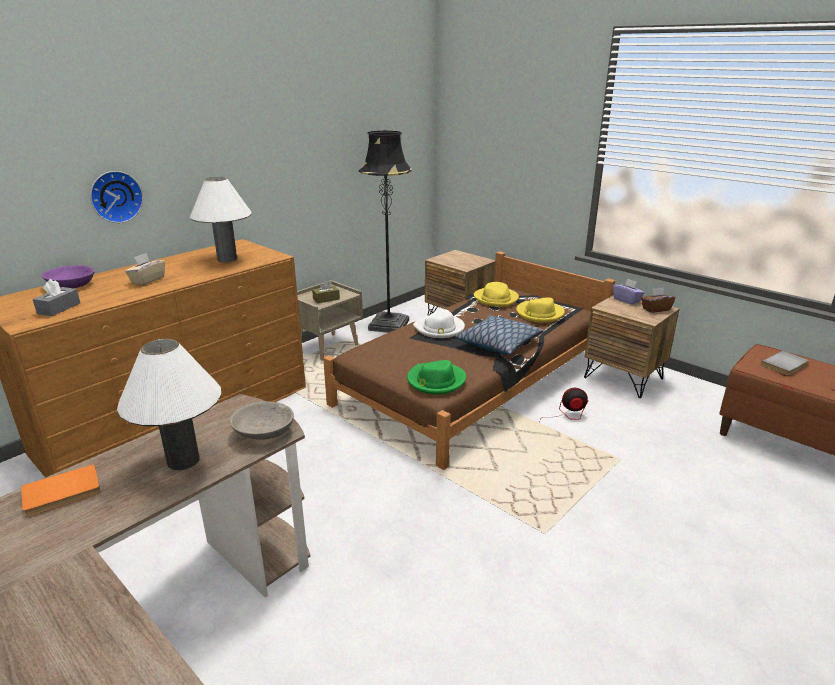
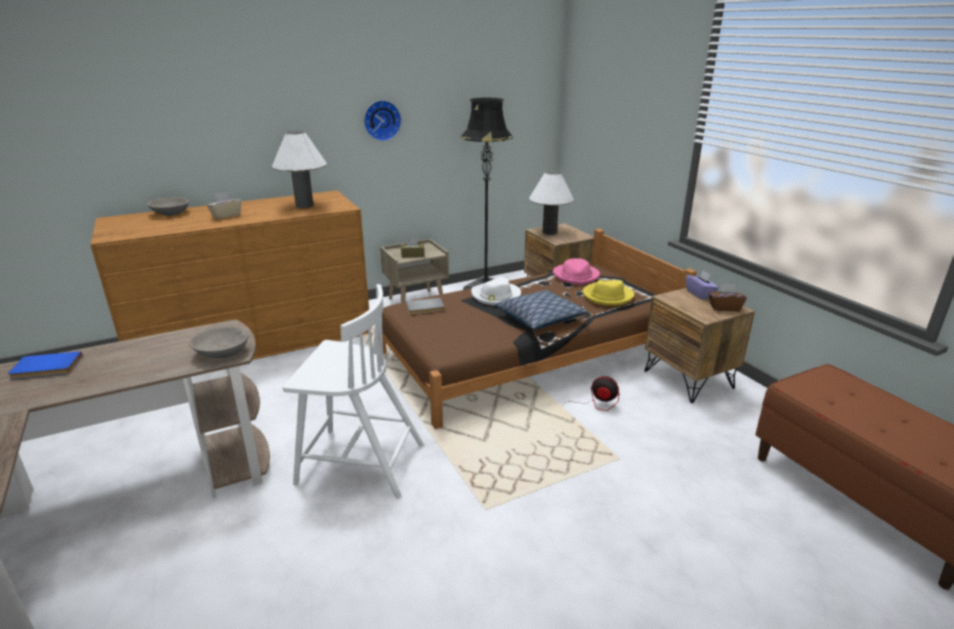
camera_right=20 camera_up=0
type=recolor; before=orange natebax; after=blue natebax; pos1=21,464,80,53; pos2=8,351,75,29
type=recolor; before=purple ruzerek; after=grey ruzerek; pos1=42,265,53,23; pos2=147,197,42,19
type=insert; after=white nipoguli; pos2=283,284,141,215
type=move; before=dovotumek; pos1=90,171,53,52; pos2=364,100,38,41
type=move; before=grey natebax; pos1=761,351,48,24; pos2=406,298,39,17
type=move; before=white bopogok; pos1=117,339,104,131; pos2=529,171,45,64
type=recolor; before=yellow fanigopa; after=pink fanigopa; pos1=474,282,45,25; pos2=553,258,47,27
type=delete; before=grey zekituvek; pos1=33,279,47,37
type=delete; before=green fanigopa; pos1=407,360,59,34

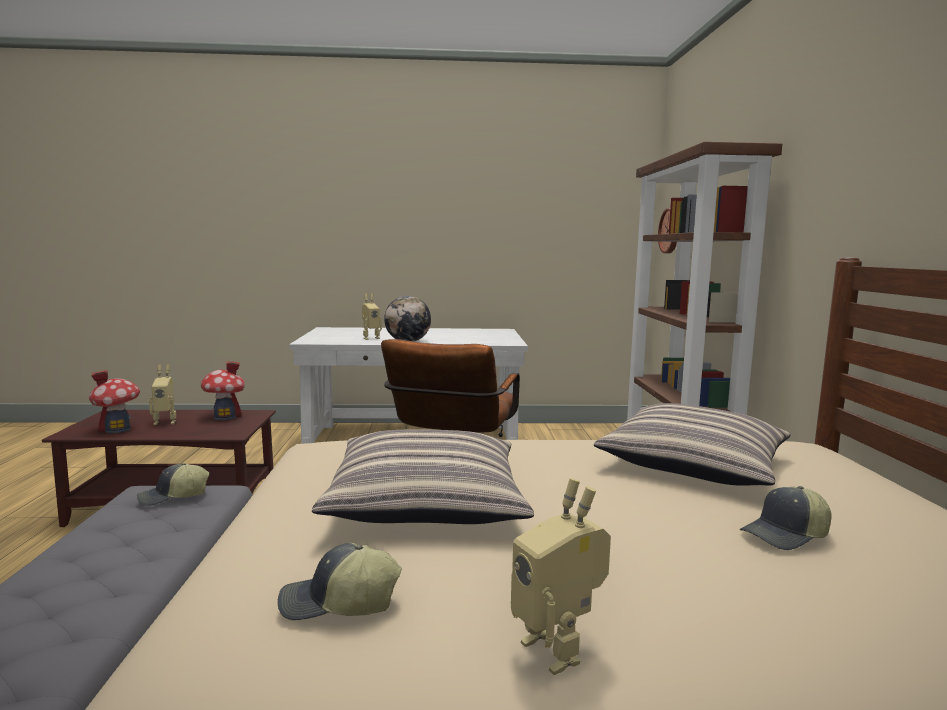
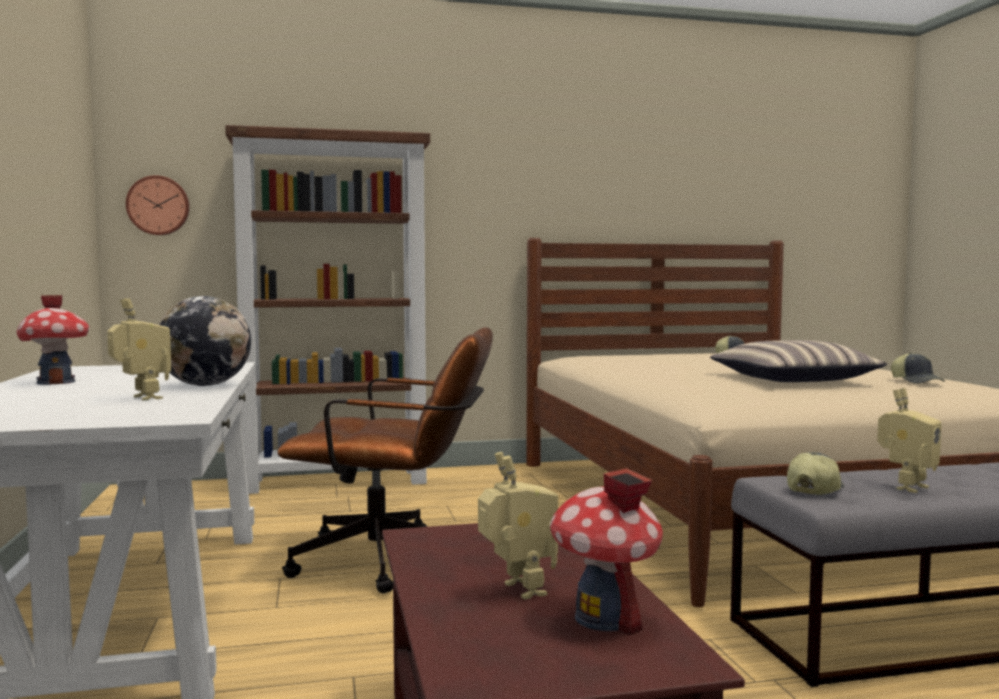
camera_right=-100 camera_up=-5
type=move; before=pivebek; pos1=200,361,45,59; pos2=17,295,72,90
type=rotate; before=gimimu; pos1=137,463,72,43; pos2=787,452,57,43; turn=-105
type=move; before=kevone; pos1=511,478,100,197; pos2=877,388,65,105
type=delete; before=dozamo; pos1=594,403,197,82

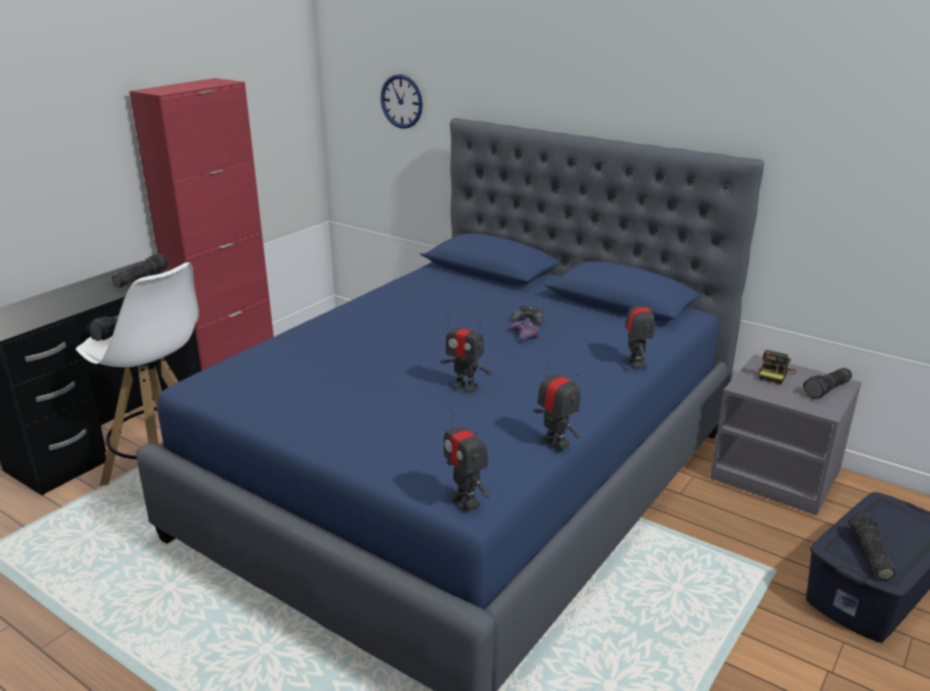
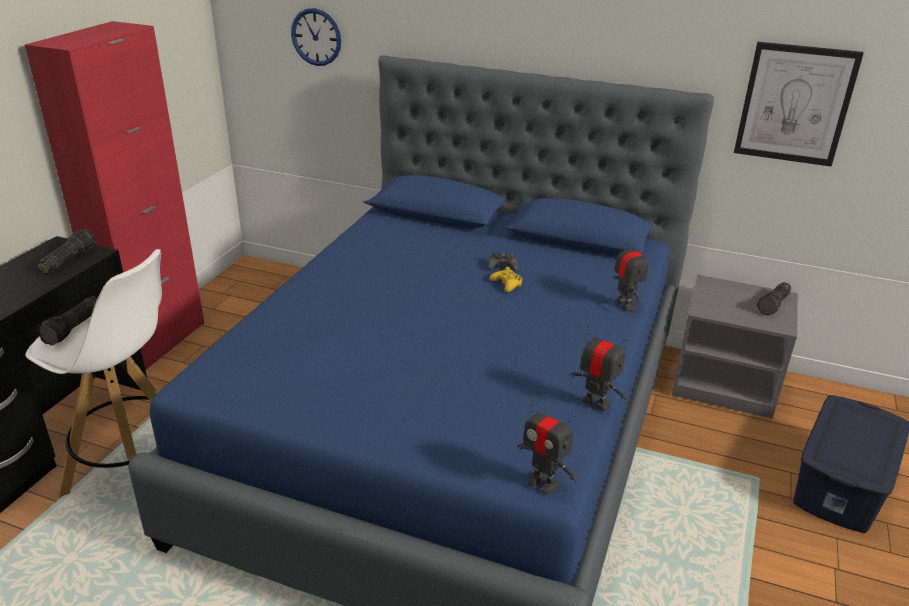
camera_right=-15 camera_up=5
type=recolor; before=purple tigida; after=yellow tigida; pos1=509,318,30,23; pos2=490,267,32,25
type=insert; after=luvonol; pos2=734,42,130,124
type=delete; before=kevone; pos1=440,314,52,79
type=delete; before=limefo; pos1=757,350,40,34
type=delete; before=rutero; pos1=849,512,47,68

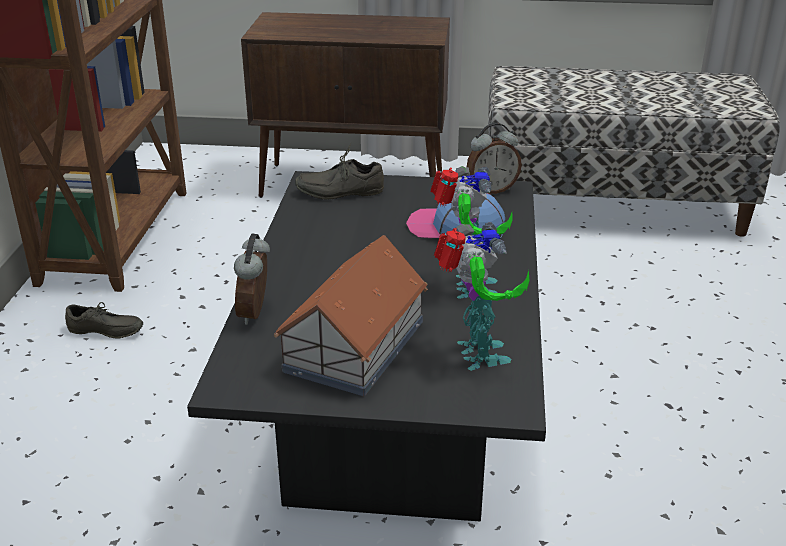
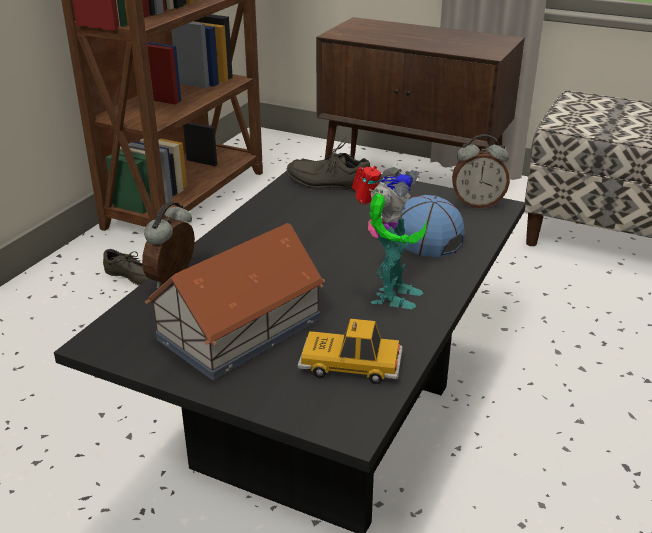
camera_right=20 camera_up=0
type=replace; before=kevone; after=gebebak; pos1=434,222,96,149; pos2=298,319,105,65

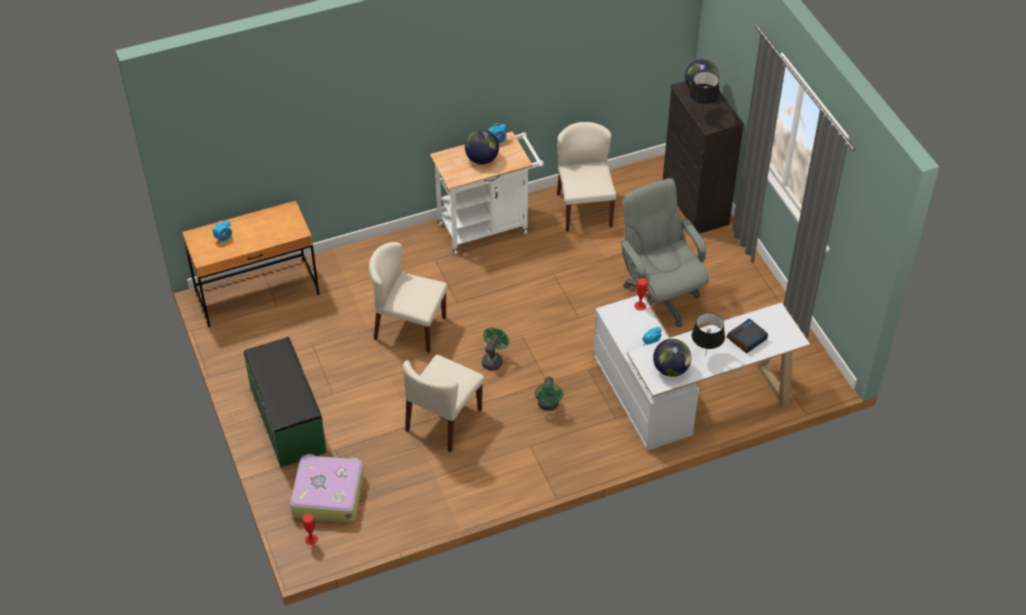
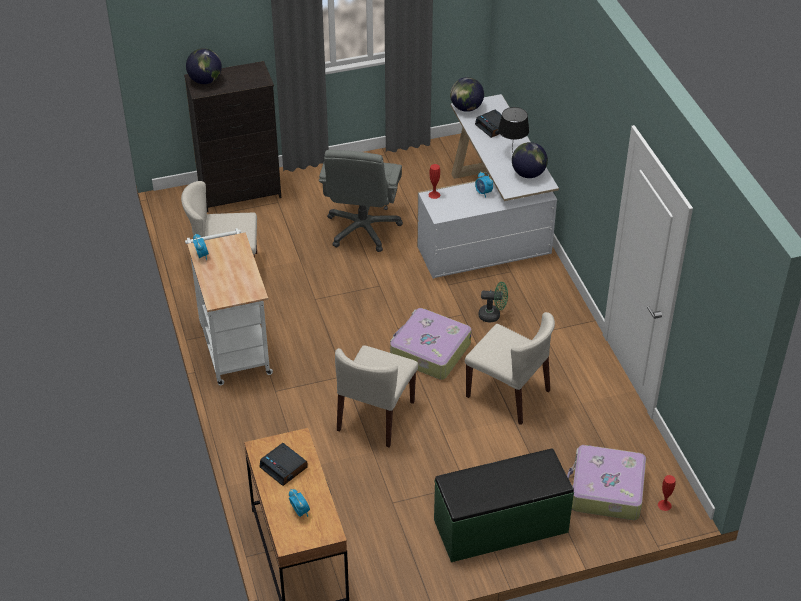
camera_right=-85 camera_up=-5
type=insert; after=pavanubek; pos2=259,443,49,43
type=rotate; before=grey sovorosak; pos1=619,178,90,149; pos2=319,150,84,102; turn=-60
type=replace; before=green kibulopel; after=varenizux; pos1=482,327,27,43; pos2=390,308,81,72
type=move; before=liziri; pos1=465,130,34,34; pos2=450,77,34,35
type=delete; before=black bopogok; pos1=689,71,31,43

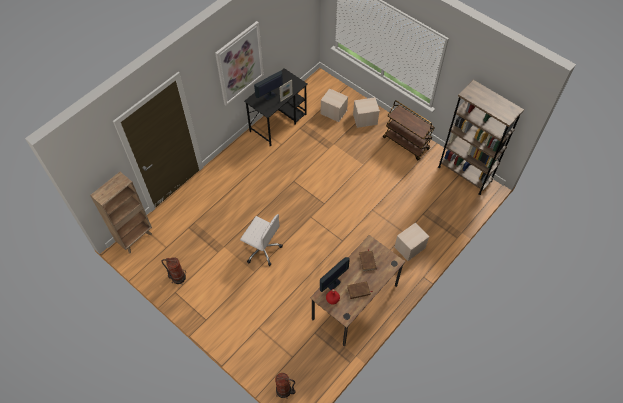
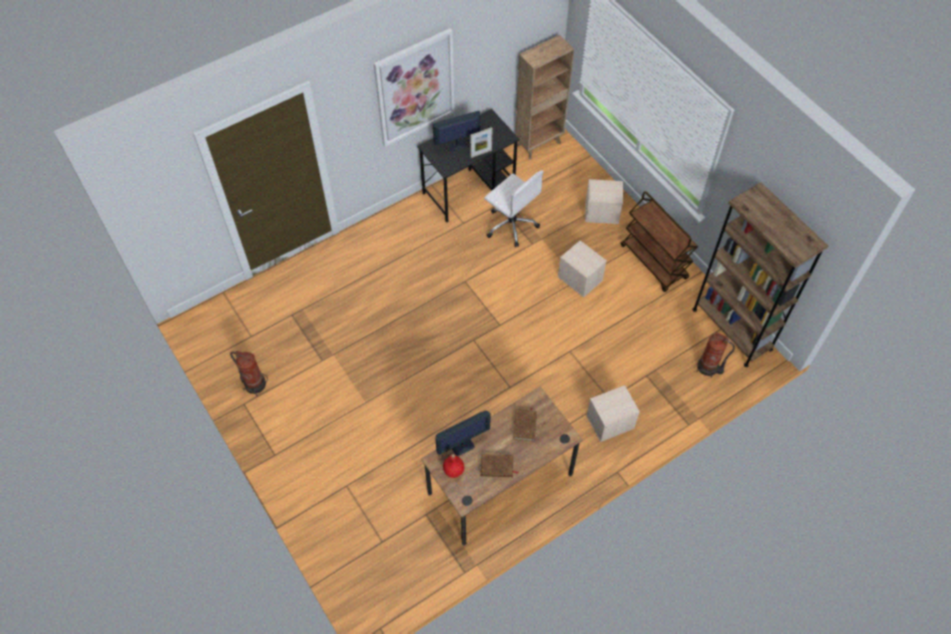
camera_right=15 camera_up=0
type=move; before=white sovorosak; pos1=240,214,43,52; pos2=484,170,60,77
type=move; before=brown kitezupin; pos1=90,172,62,81; pos2=515,35,59,125
type=move; before=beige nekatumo; pos1=320,88,28,34; pos2=558,240,49,57
type=move; before=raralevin; pos1=275,373,20,26; pos2=697,332,38,45

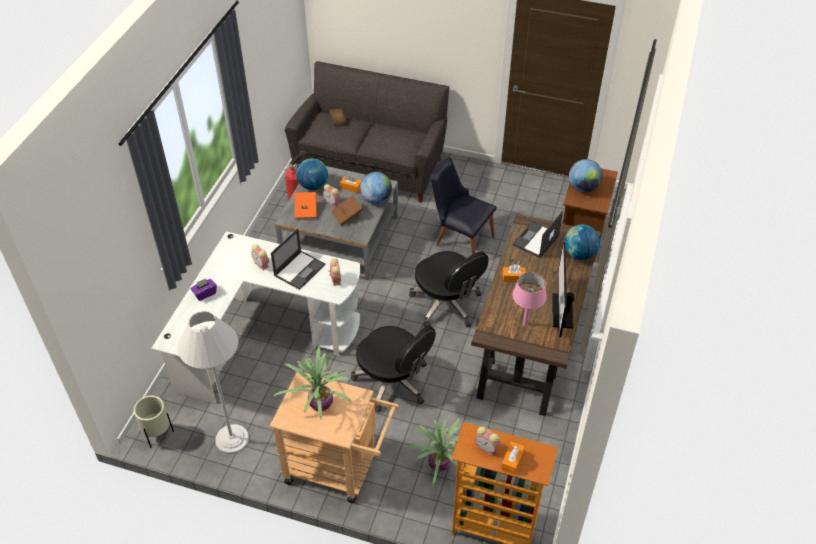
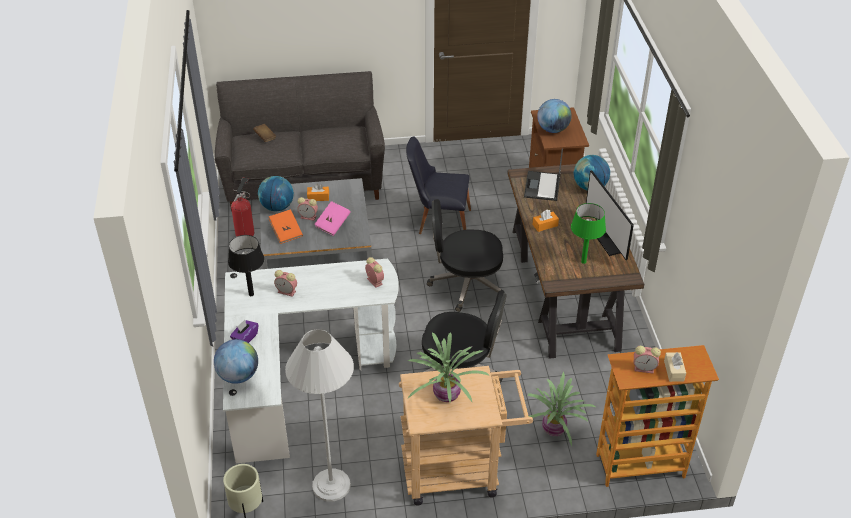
camera_right=-25 camera_up=-5
type=move; before=liziri; pos1=360,172,32,32; pos2=214,339,44,45
type=insert; after=black bopogok; pos2=228,235,36,61
type=recolor; before=brown natebax; after=pink natebax; pos1=331,195,32,31; pos2=314,201,37,35
type=rotate; before=black sovorosak; pos1=409,251,80,77; pos2=427,199,77,113; turn=150
type=recolor; before=pink bopogok; after=green bopogok; pos1=512,272,35,54; pos2=571,203,35,61
type=recolor; before=orange zekituvek; after=beige zekituvek; pos1=501,442,24,33; pos2=664,352,22,30
type=delete; before=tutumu; pos1=271,229,54,61

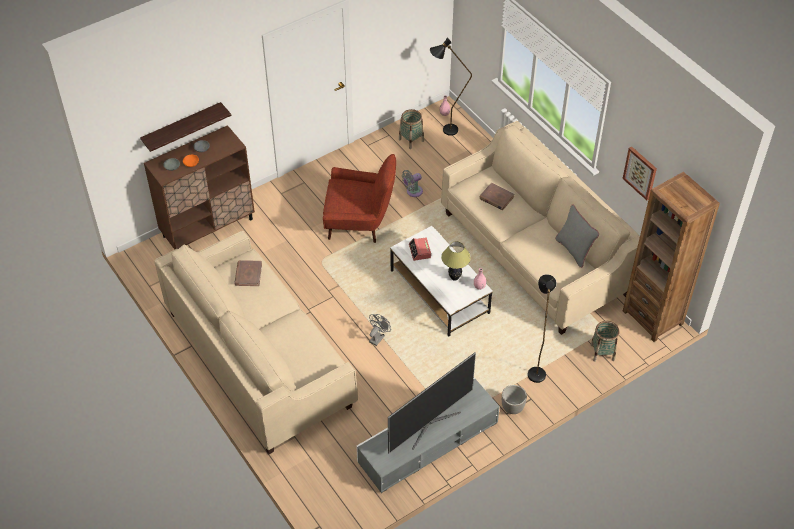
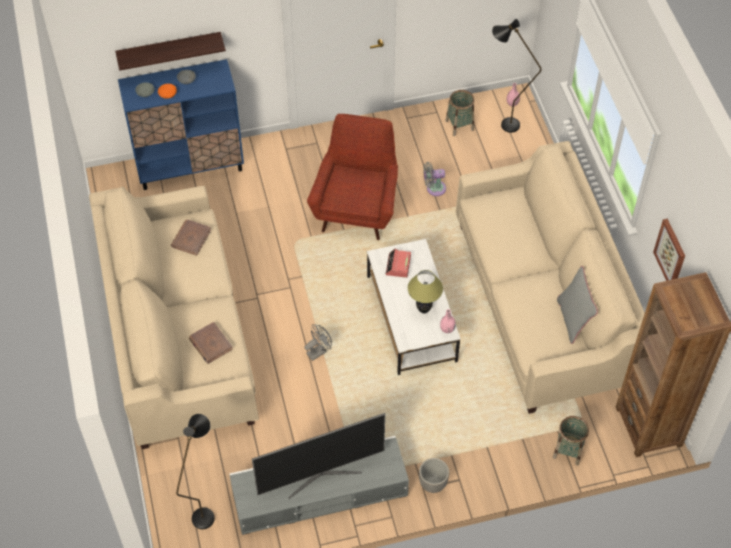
camera_right=20 camera_up=5
type=recolor; before=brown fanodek; after=blue fanodek; pos1=144,125,111,125; pos2=118,59,126,131
type=move; before=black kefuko; pos1=528,274,29,109; pos2=176,414,39,115
type=move; before=brown natebax; pos1=479,183,36,27; pos2=189,322,44,42
type=rotate; before=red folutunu; pos1=323,154,73,89; pos2=307,114,91,126; turn=-105

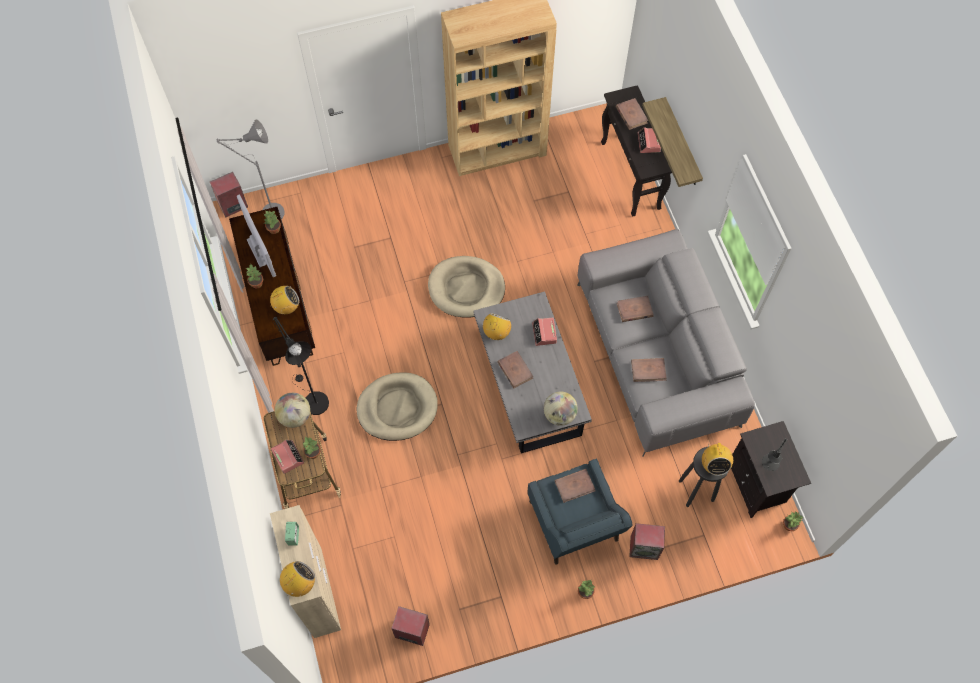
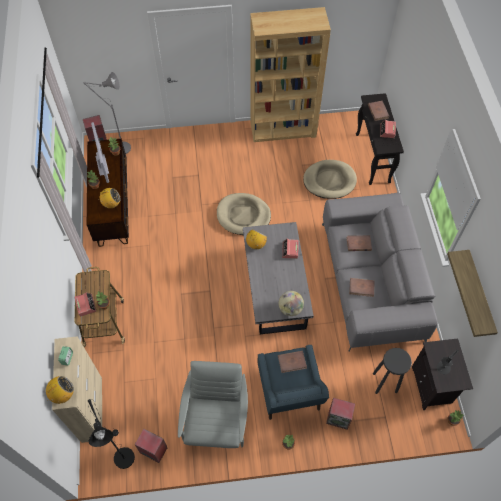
camera_right=10 camera_up=-5
type=move; before=black kefuko; pos1=273,317,56,98; pos2=87,399,48,70
type=insert; after=grey folutunu; pos2=178,361,70,87
type=move; before=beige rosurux; pos1=357,372,81,69; pos2=303,160,54,39
type=move; before=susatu; pos1=642,97,61,90; pos2=447,250,51,87
type=delete; before=liziri; pos1=275,393,35,35
type=delete; before=brown natebax; pos1=497,351,36,37
type=delete; before=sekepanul; pos1=702,440,31,36

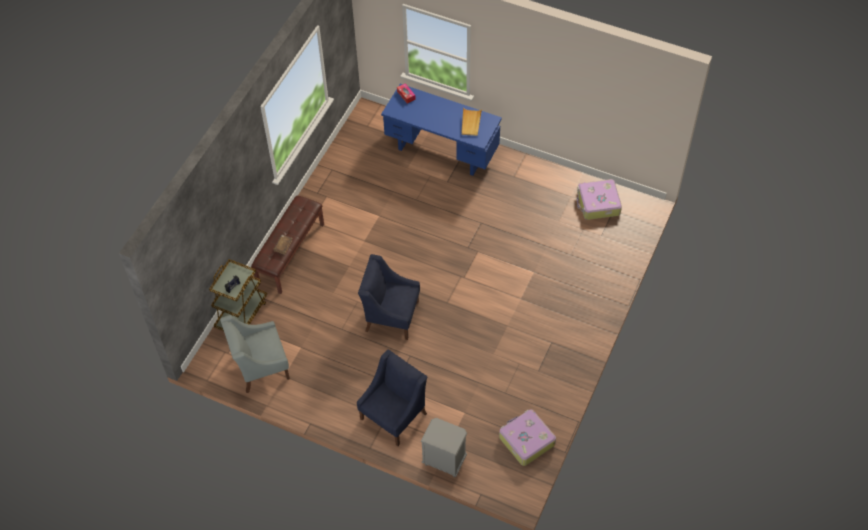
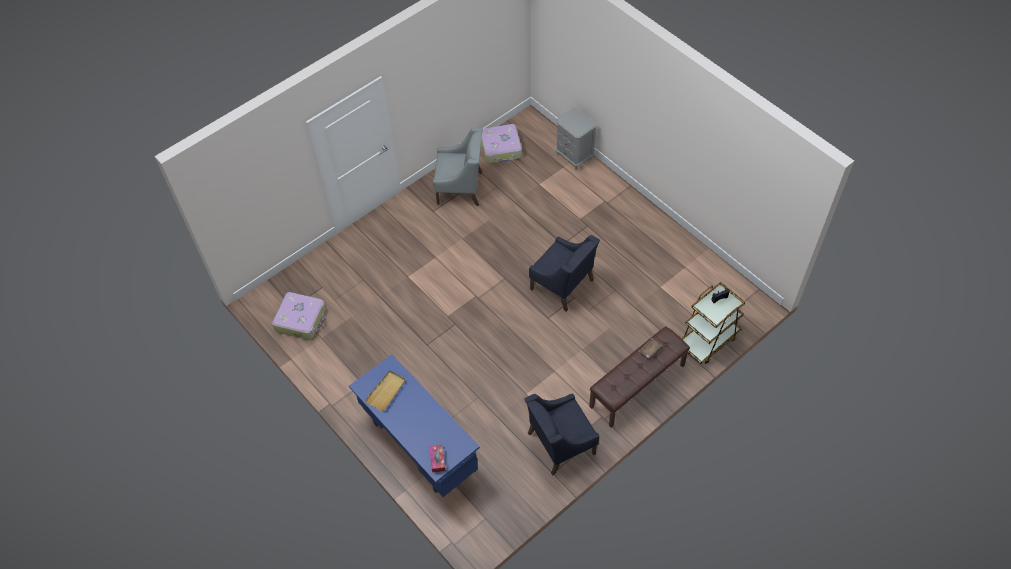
camera_right=-155 camera_up=0
type=move; before=grey folutunu; pos1=220,315,70,78; pos2=433,127,49,79
type=move; before=blue folutunu; pos1=357,350,70,96; pos2=524,394,75,82

